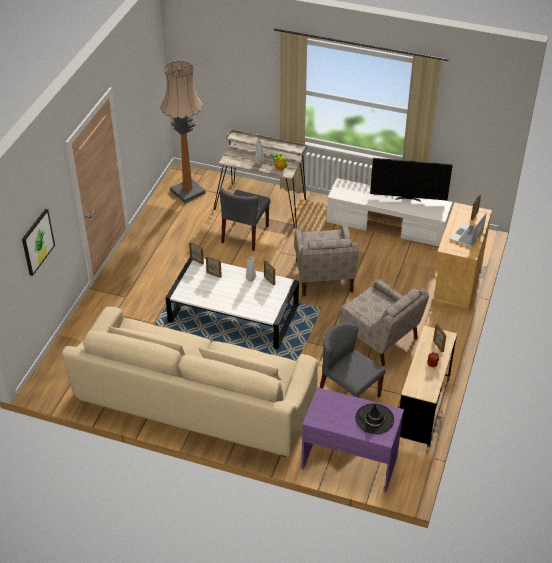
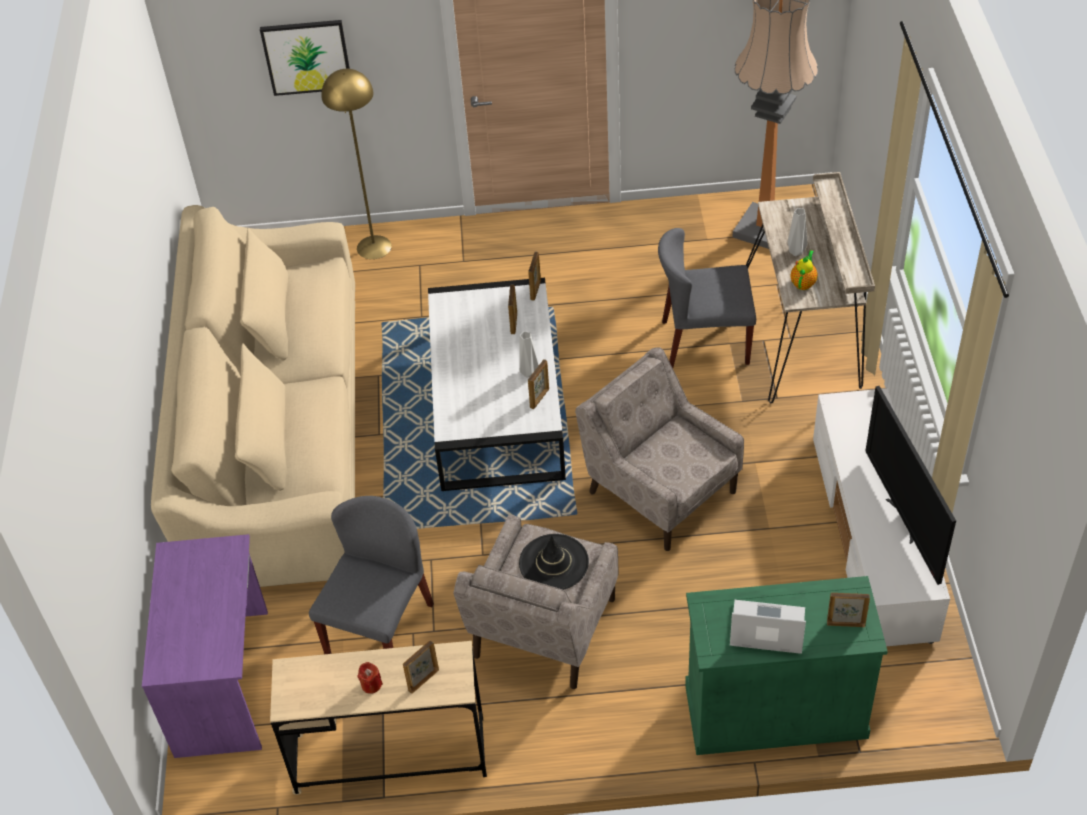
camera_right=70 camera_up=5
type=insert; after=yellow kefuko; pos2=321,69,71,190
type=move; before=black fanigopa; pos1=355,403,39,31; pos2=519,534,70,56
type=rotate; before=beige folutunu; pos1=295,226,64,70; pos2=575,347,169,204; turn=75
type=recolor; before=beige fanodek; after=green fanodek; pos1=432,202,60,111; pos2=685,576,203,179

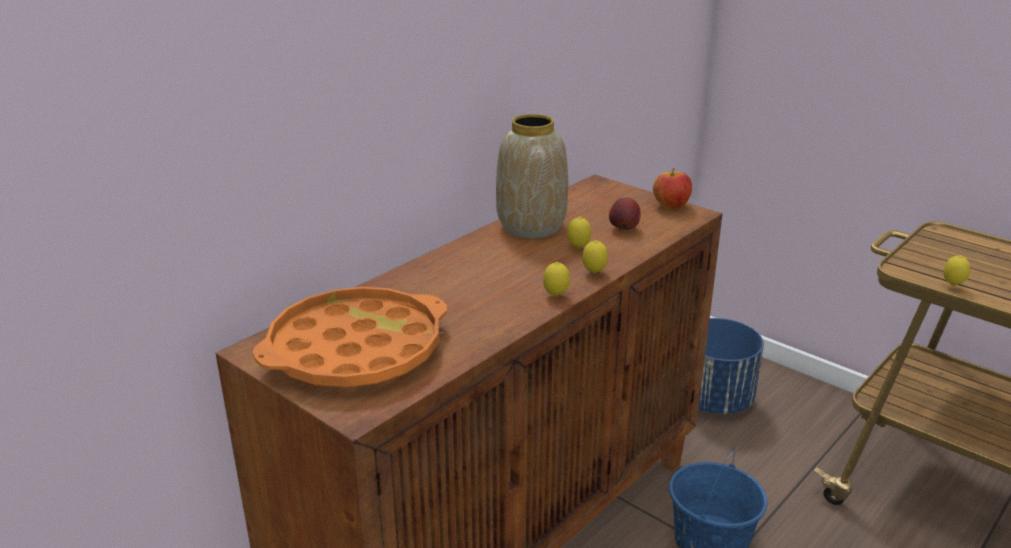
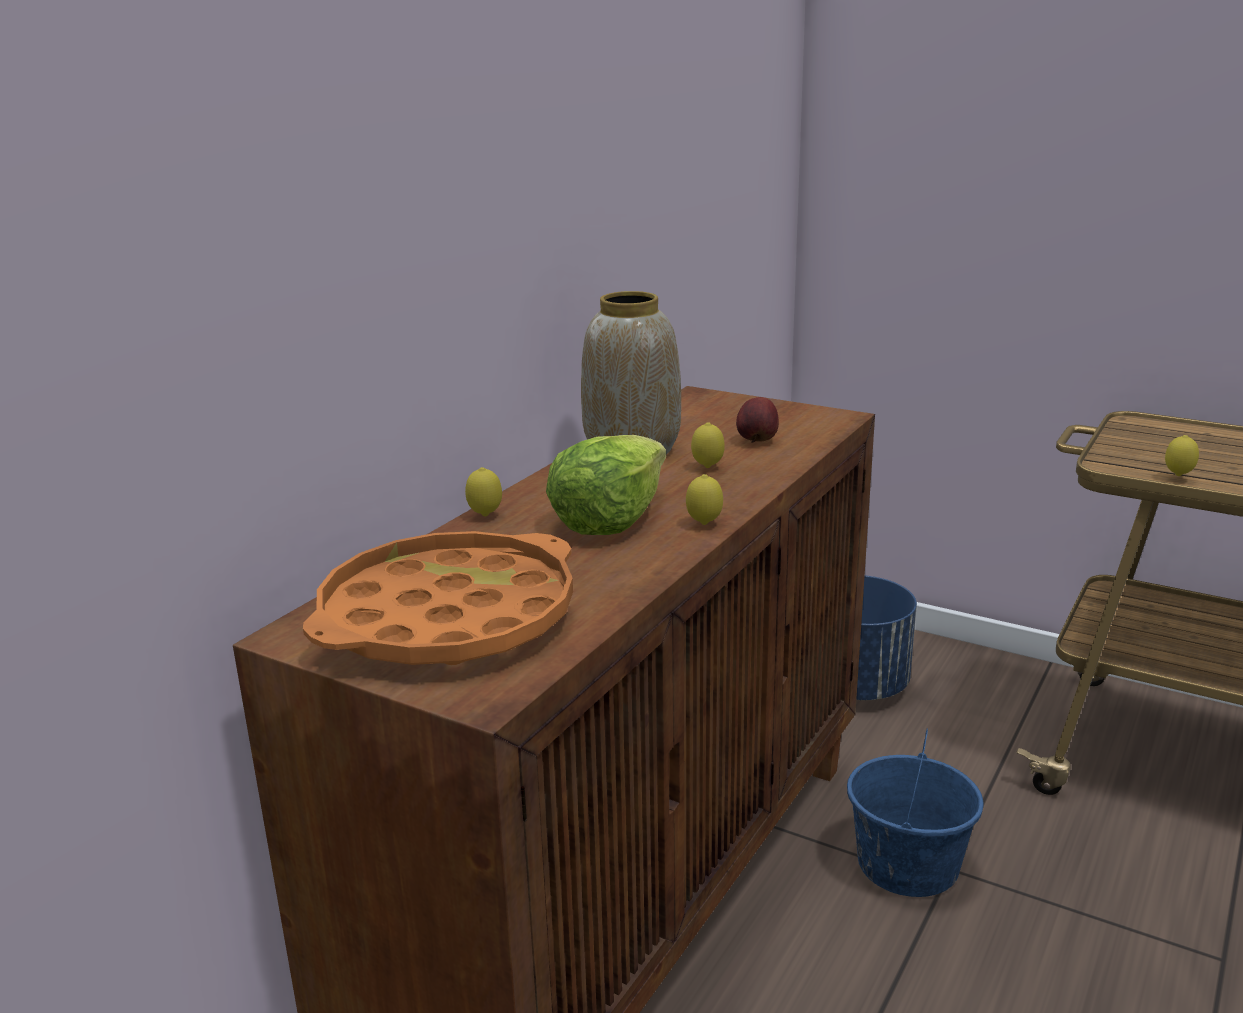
camera_right=-10 camera_up=-5
type=move; before=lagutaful; pos1=582,240,26,34; pos2=465,467,37,50
type=insert; after=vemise; pos2=546,435,120,100
type=delete; before=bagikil; pos1=653,168,39,41

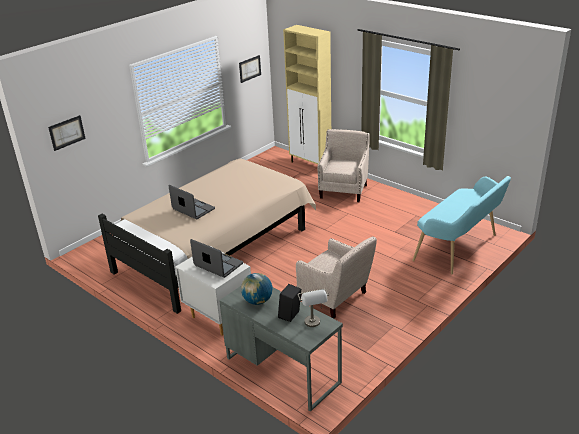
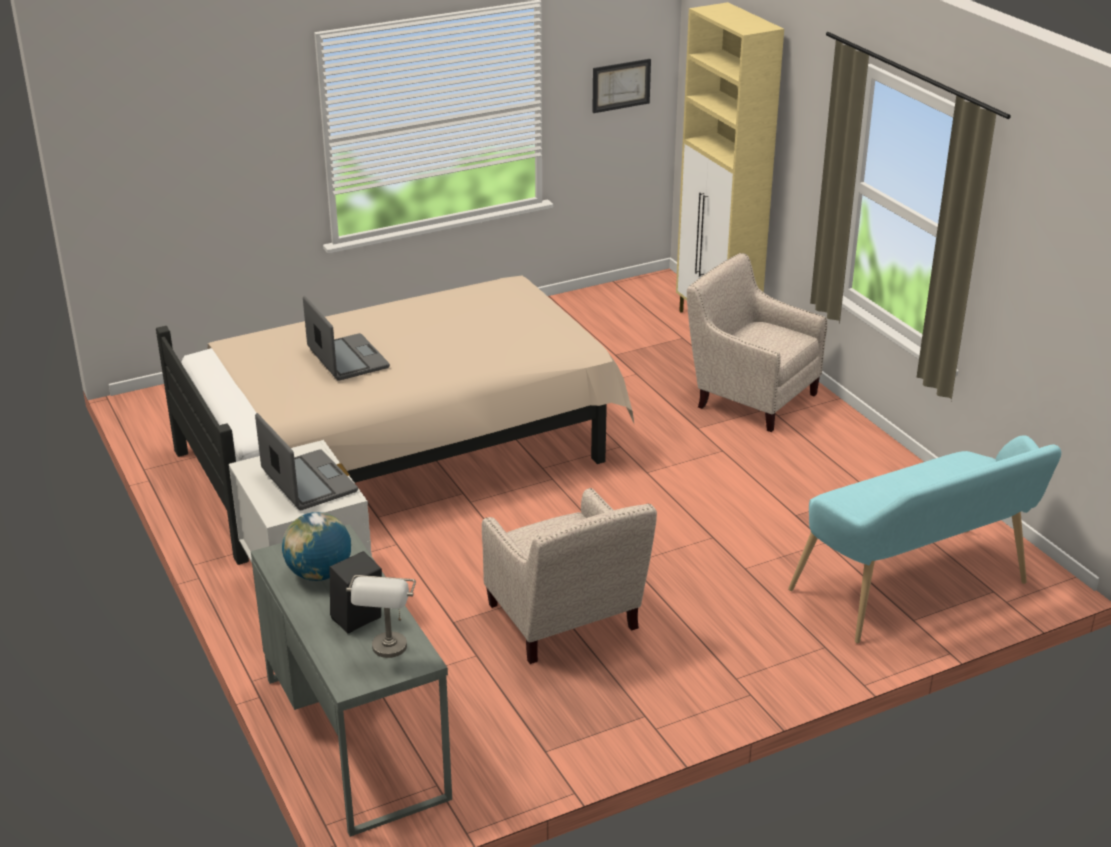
camera_right=20 camera_up=0
type=rotate; before=beige folutunu; pos1=318,129,52,73; pos2=687,253,140,179; turn=-90
type=delete; before=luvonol; pos1=48,115,38,36

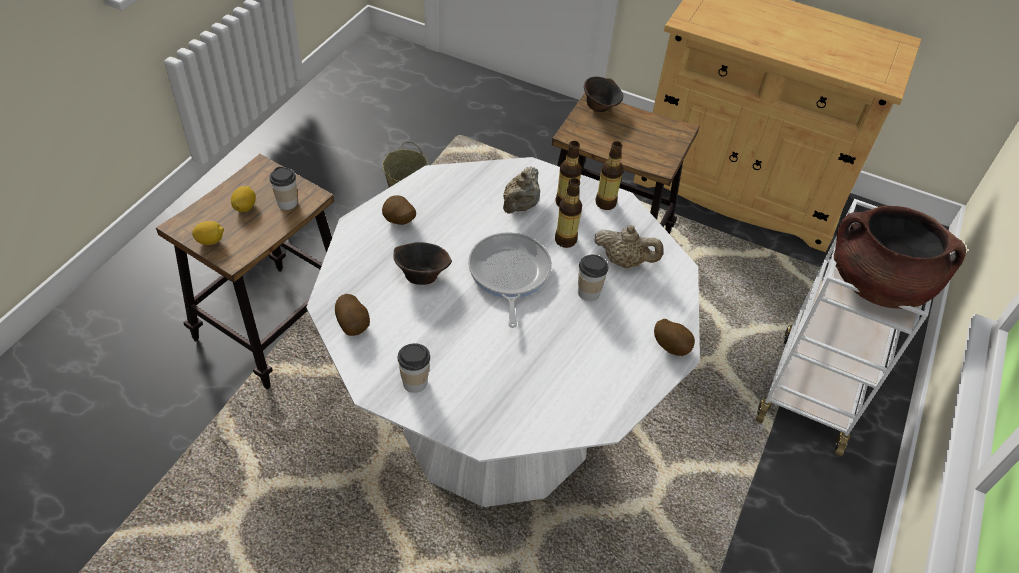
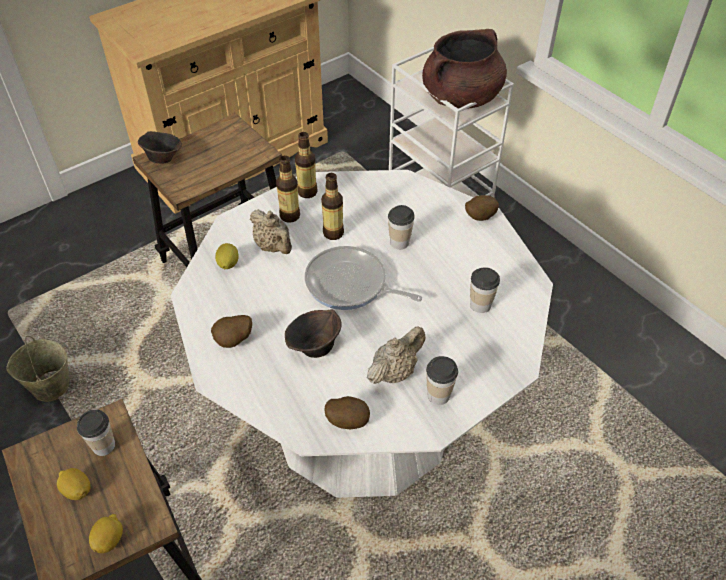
camera_right=-60 camera_up=0
type=insert; after=lagutaful; pos2=215,243,24,26
type=move; before=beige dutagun; pos1=594,225,69,43; pos2=367,326,58,58
type=insert; after=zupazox; pos2=470,267,30,46

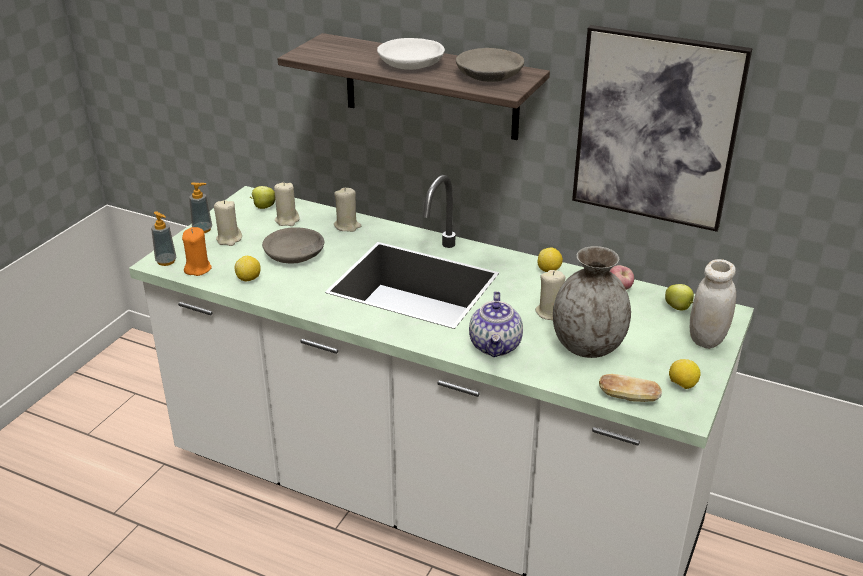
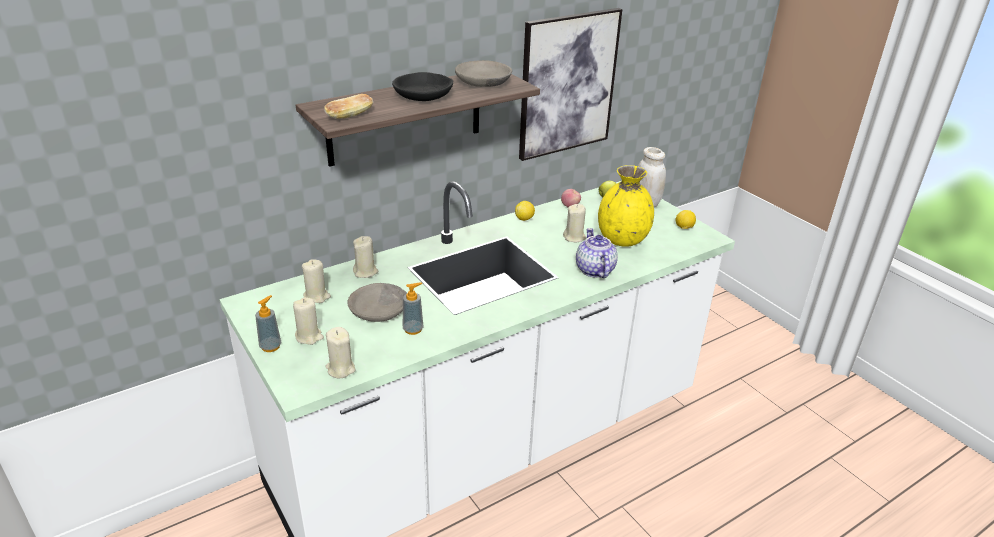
camera_right=-60 camera_up=0
type=move; before=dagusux; pos1=599,374,63,28; pos2=324,94,49,25
type=recolor; before=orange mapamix; after=beige mapamix; pos1=182,227,30,49; pos2=325,327,31,51
type=recolor; before=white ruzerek; after=black ruzerek; pos1=377,38,68,32; pos2=392,72,61,29
type=move; before=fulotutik; pos1=151,211,25,55; pos2=403,283,21,52
type=rotate; before=dutagun; pos1=469,291,54,66; pos2=576,228,42,50; turn=-135
type=recolor; before=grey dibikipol; after=yellow dibikipol; pos1=553,246,78,112; pos2=598,165,56,82
type=delete; before=lagutaful; pos1=234,256,27,25
type=delete; before=bagikil; pos1=250,186,25,23

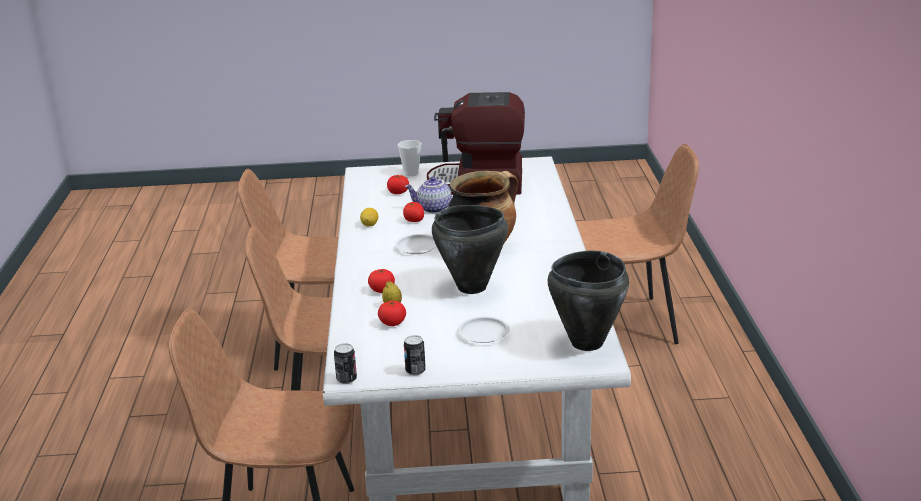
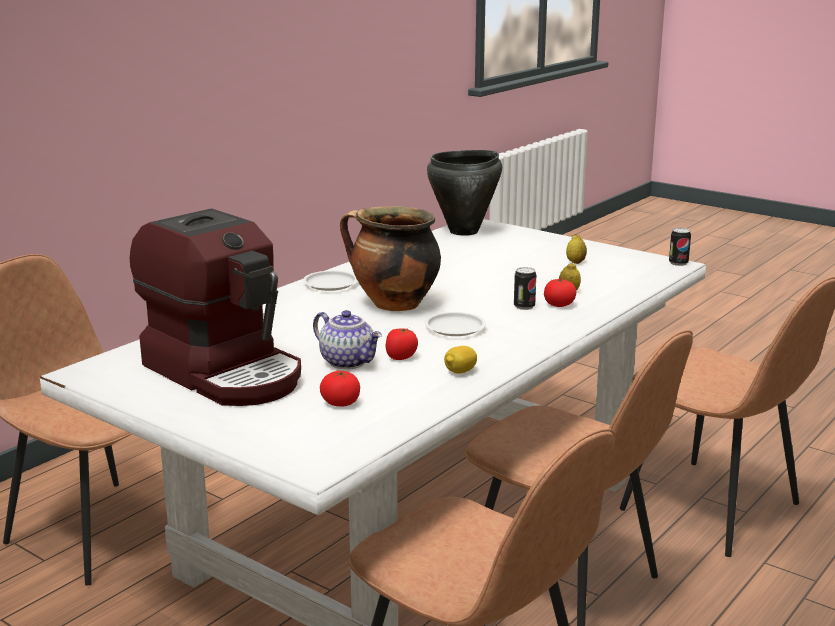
camera_right=-140 camera_up=-5
type=move; before=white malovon; pos1=458,316,52,27; pos2=303,271,54,20
type=move; before=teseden; pos1=404,335,22,41; pos2=514,267,22,43
type=insert; after=lagutaful; pos2=566,234,21,30
type=delete; before=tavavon; pos1=378,300,28,26
type=delete; before=zupazox; pos1=398,140,24,36
type=delete; before=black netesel; pos1=432,205,76,89

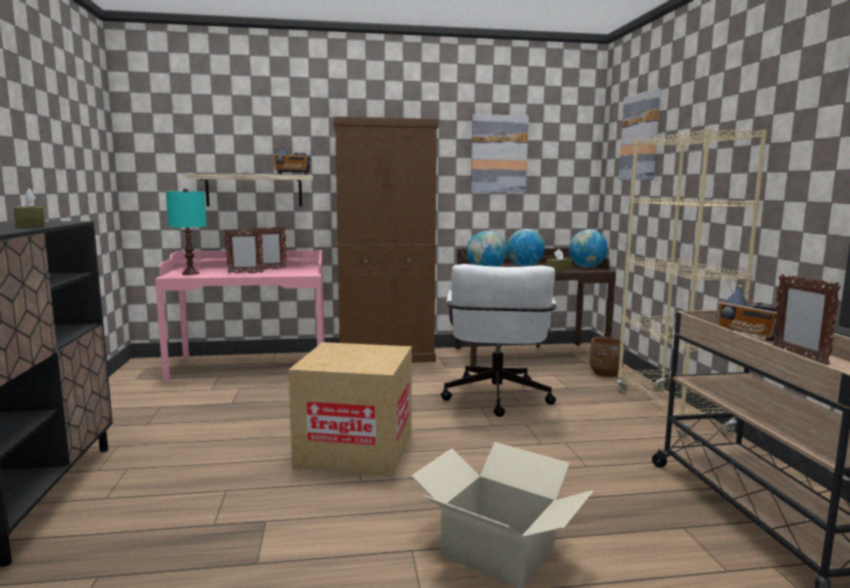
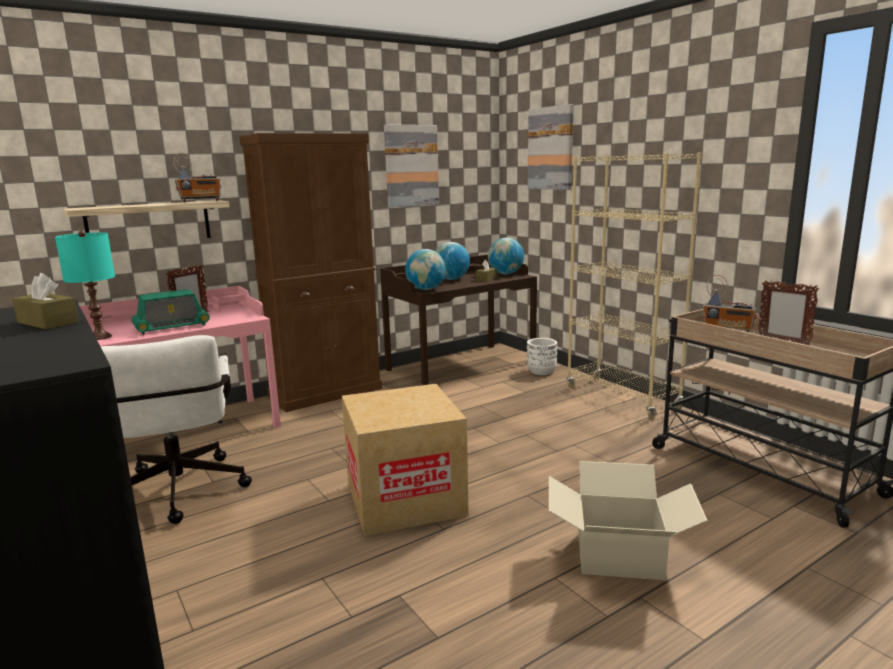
camera_right=-25 camera_up=5
type=move; before=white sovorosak; pos1=441,264,116,153; pos2=100,335,152,189
type=replace; before=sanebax; after=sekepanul; pos1=224,229,40,44; pos2=131,289,79,46
type=recolor; before=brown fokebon; after=white fokebon; pos1=590,337,35,40; pos2=527,338,30,37

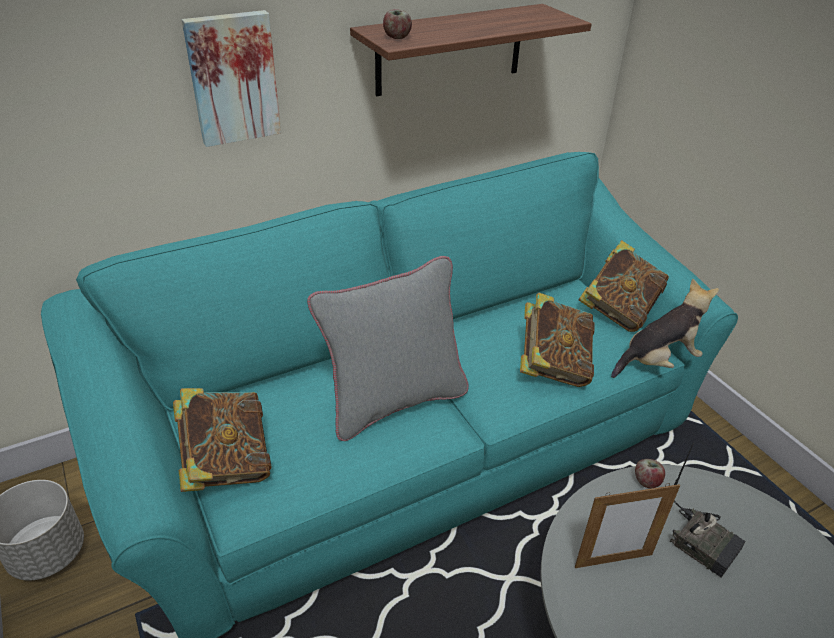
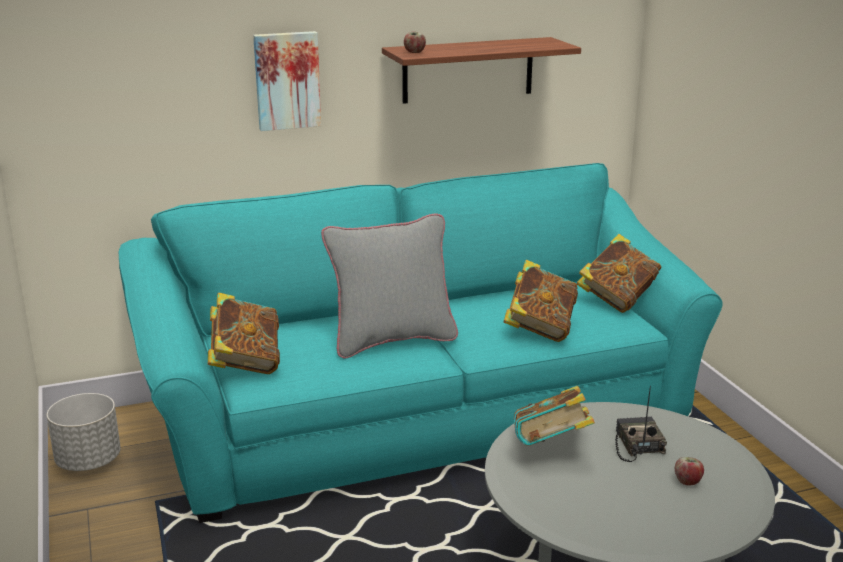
camera_right=10 camera_up=-15
type=replace; before=sanebax; after=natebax; pos1=575,483,105,85; pos2=514,386,81,60
type=rotate; before=sekepanul; pos1=670,443,76,135; pos2=615,386,52,76; turn=-150
type=move; before=bagikil; pos1=635,459,30,29; pos2=675,457,29,28
type=delete; before=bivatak; pos1=611,279,108,99

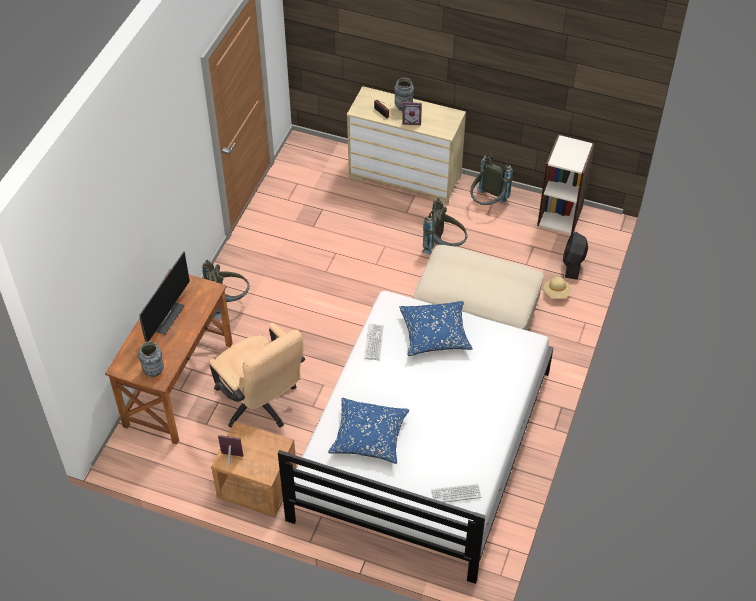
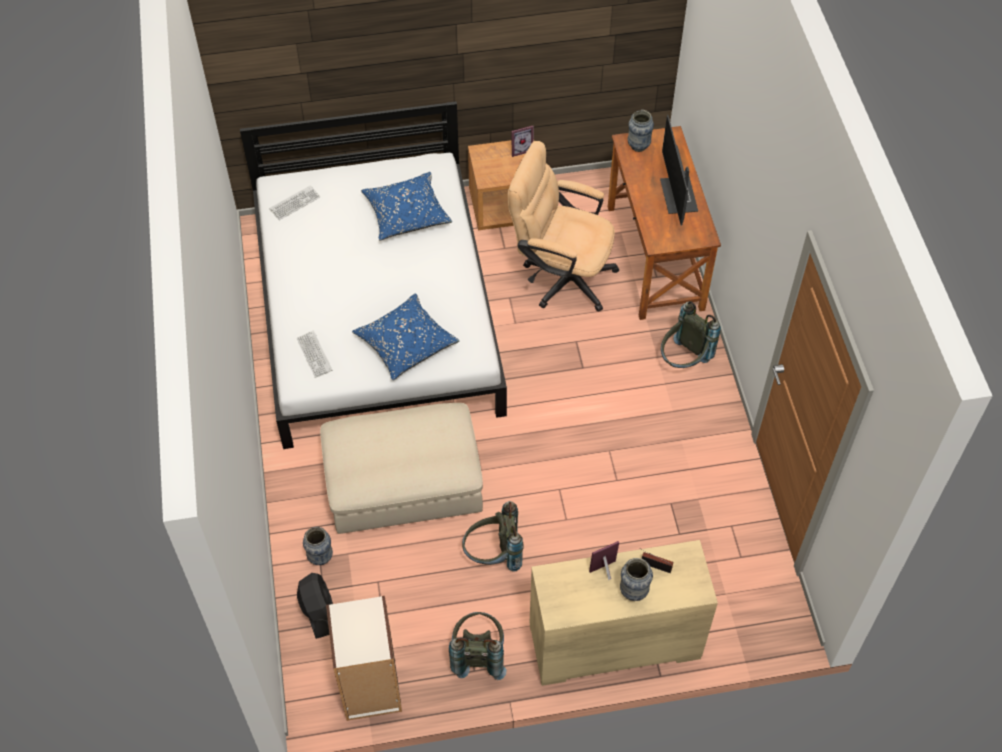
camera_right=150 camera_up=5
type=move; before=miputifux; pos1=364,323,20,38; pos2=297,331,35,47
type=replace; before=beige fanigopa; after=dibikipol; pos1=544,277,27,22; pos2=303,527,30,38

